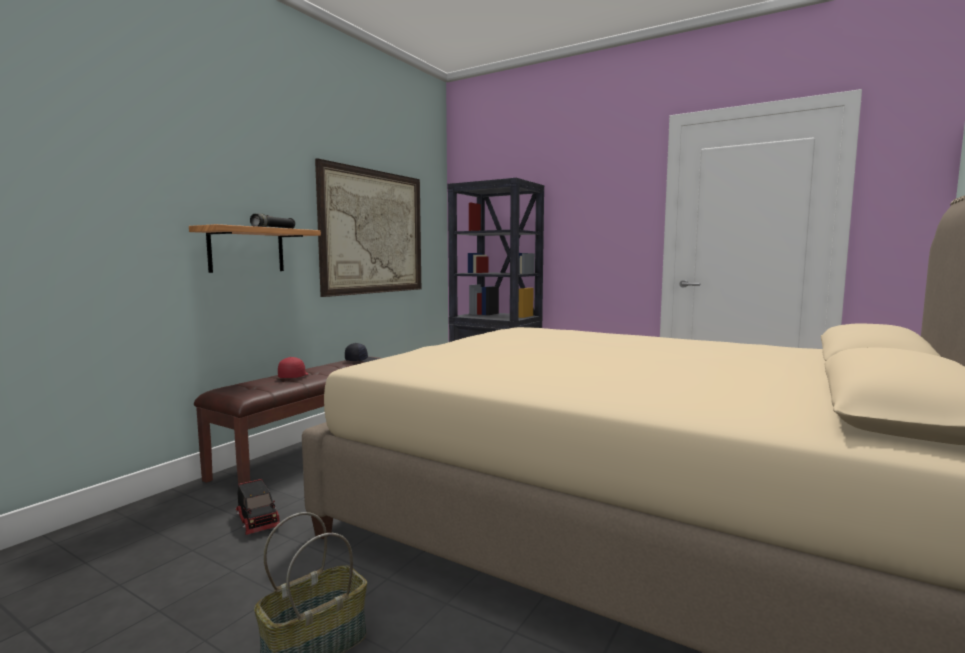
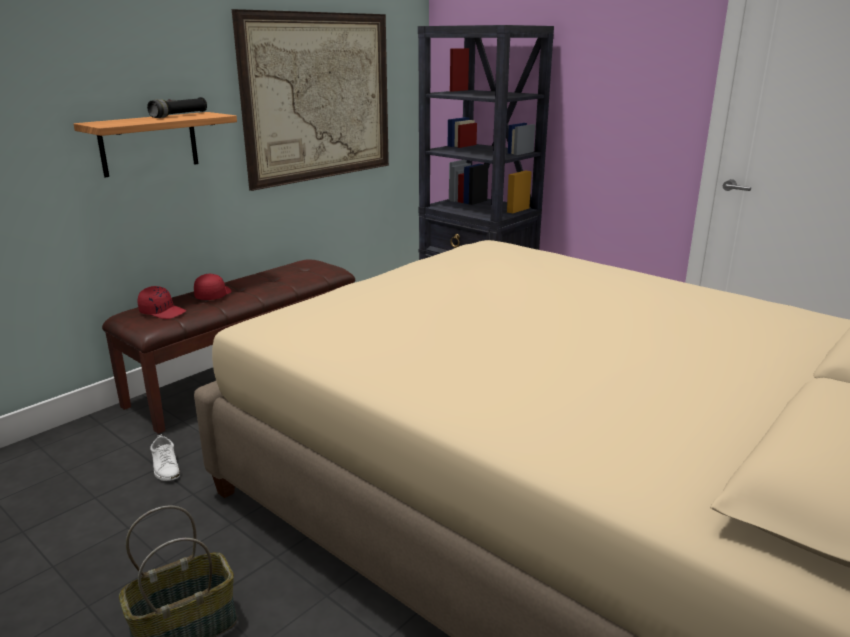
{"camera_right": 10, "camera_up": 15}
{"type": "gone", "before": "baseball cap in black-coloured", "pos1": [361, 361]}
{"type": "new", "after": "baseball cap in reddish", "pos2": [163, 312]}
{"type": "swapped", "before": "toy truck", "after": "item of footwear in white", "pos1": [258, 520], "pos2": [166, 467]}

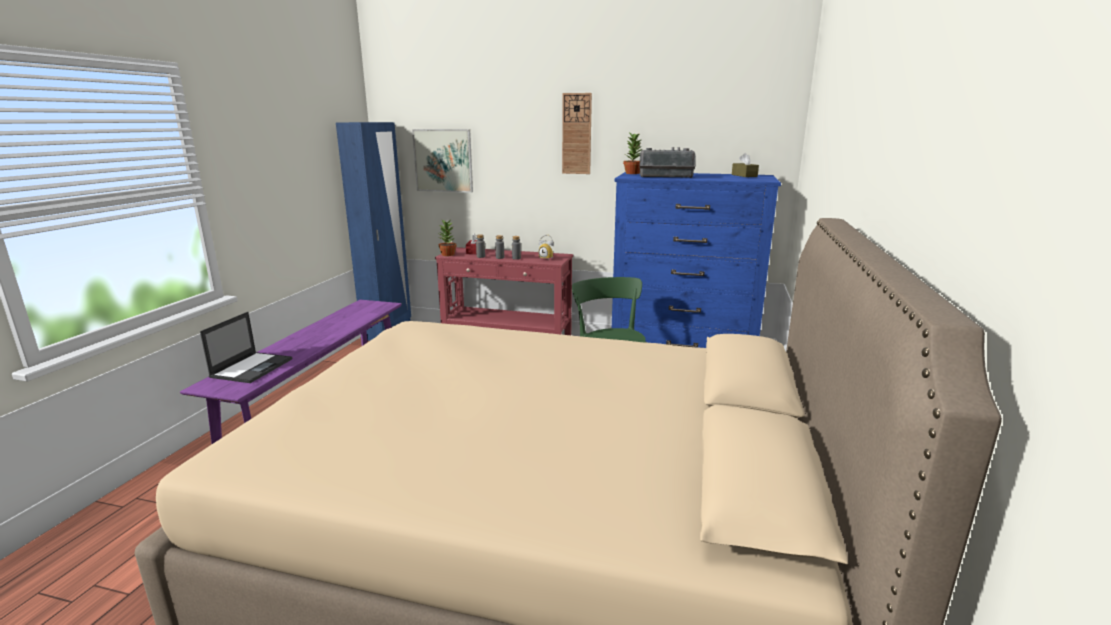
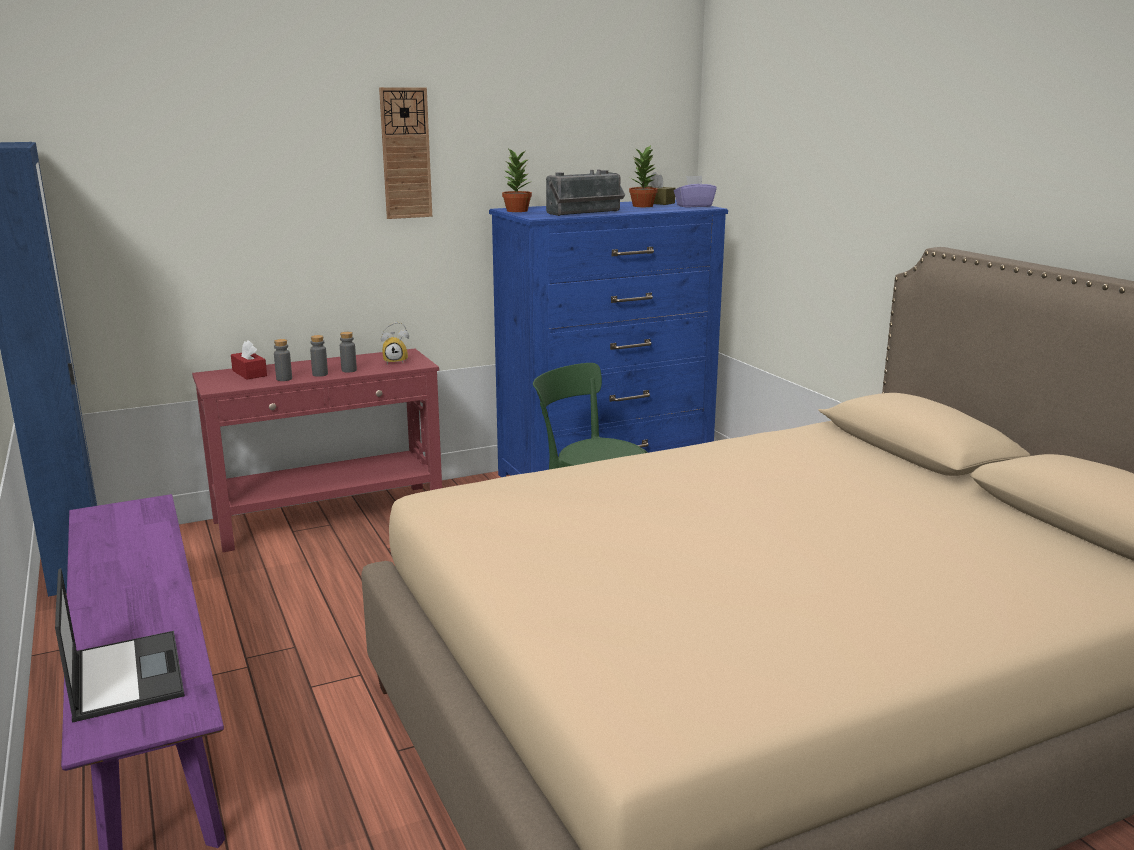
{"camera_right": -40, "camera_up": 0}
{"type": "gone", "before": "picture", "pos1": [443, 160]}
{"type": "new", "after": "tissue holder in purplish", "pos2": [694, 206]}
{"type": "shifted", "before": "plant in a pot", "pos1": [448, 254], "pos2": [643, 206]}

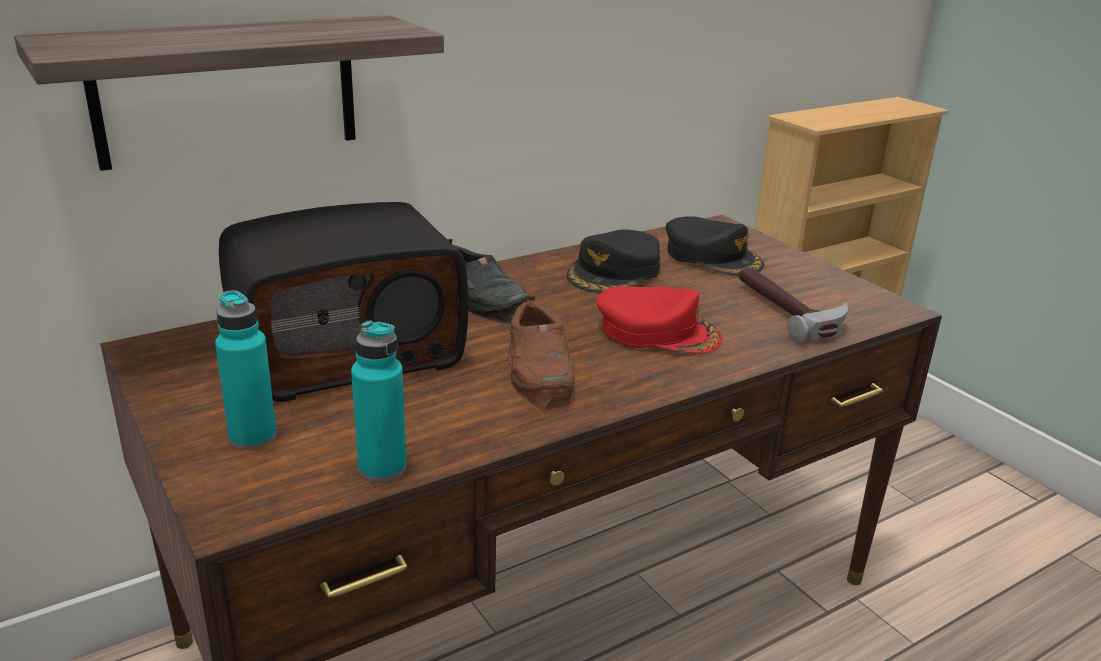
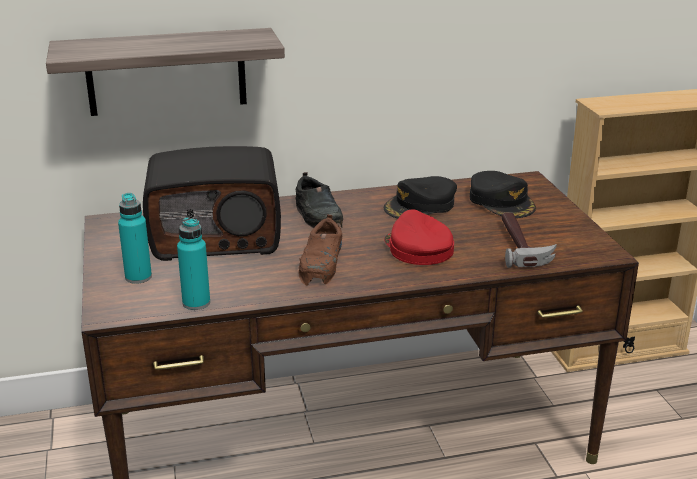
{"camera_right": 20, "camera_up": 0}
{"type": "rotated", "before": "baseball cap in reddish", "pos1": [658, 331], "pos2": [418, 248], "turn": -150}

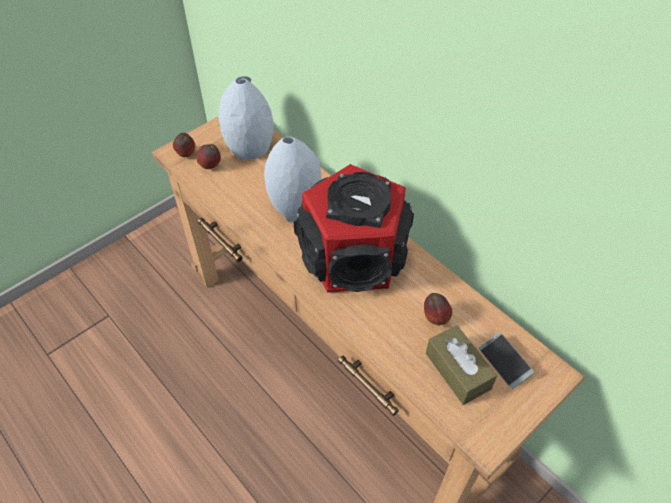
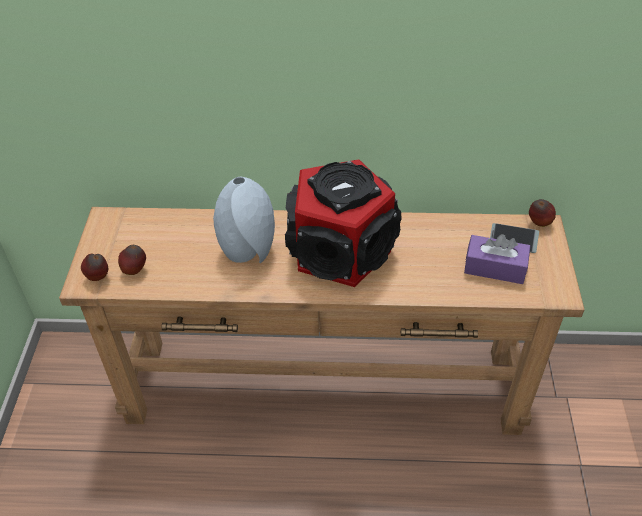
{"camera_right": -45, "camera_up": -5}
{"type": "gone", "before": "decorative vase in gray", "pos1": [248, 147]}
{"type": "shifted", "before": "apple fruit", "pos1": [435, 318], "pos2": [539, 223]}
{"type": "repainted", "before": "tissue holder in brown-coloured", "after": "tissue holder in purplish", "pos1": [457, 371], "pos2": [495, 268]}

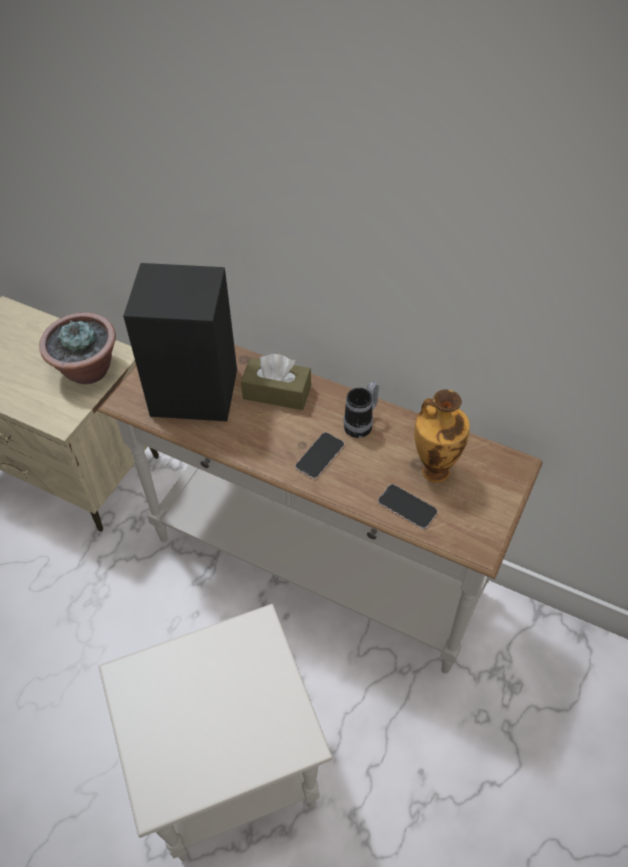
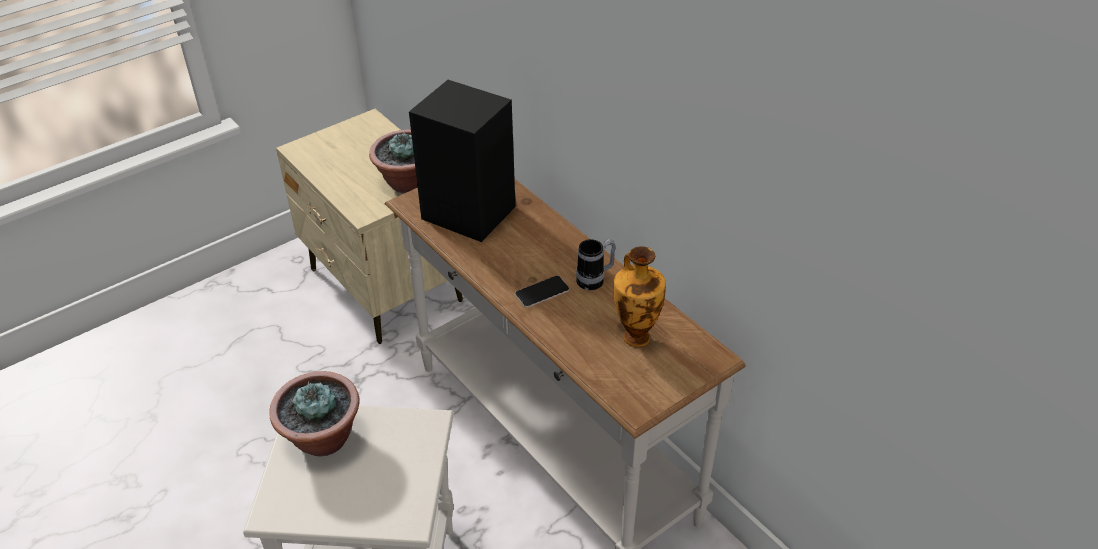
{"camera_right": 25, "camera_up": -10}
{"type": "gone", "before": "tissue holder in brown-coloured", "pos1": [277, 392]}
{"type": "gone", "before": "telephone", "pos1": [407, 507]}
{"type": "new", "after": "plant in a pot", "pos2": [322, 439]}

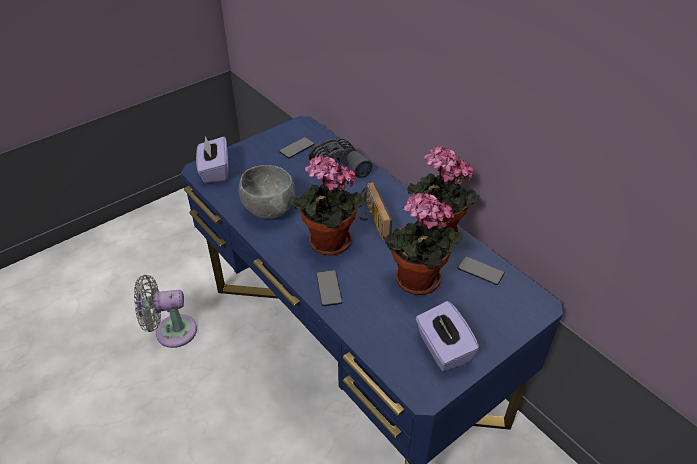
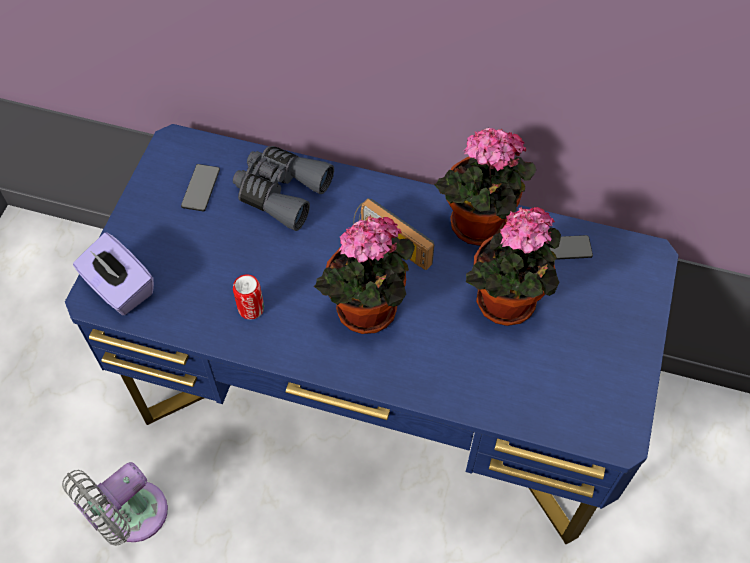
{"camera_right": -35, "camera_up": 15}
{"type": "gone", "before": "telephone", "pos1": [329, 288]}
{"type": "gone", "before": "tissue holder in purplish", "pos1": [443, 349]}
{"type": "swapped", "before": "bowl in gray", "after": "sealed can", "pos1": [269, 211], "pos2": [251, 308]}

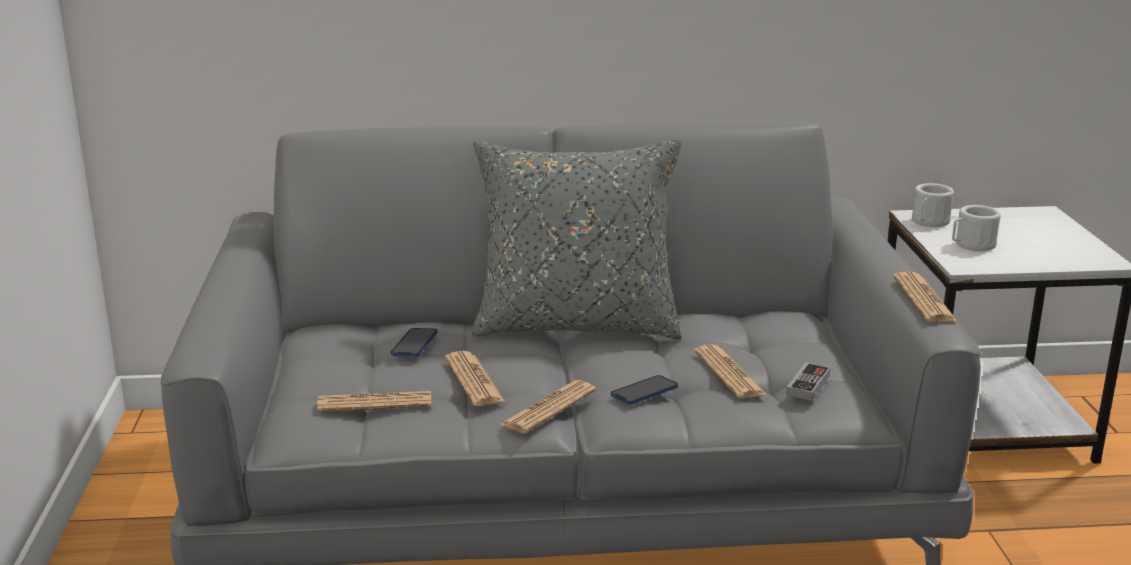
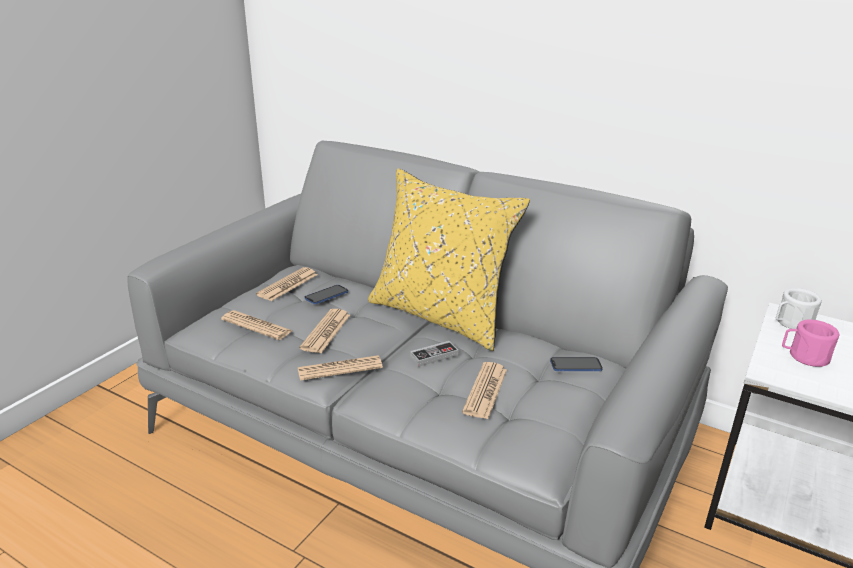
{"camera_right": 35, "camera_up": 5}
{"type": "shifted", "before": "telephone", "pos1": [644, 392], "pos2": [575, 365]}
{"type": "shifted", "before": "game controller", "pos1": [808, 385], "pos2": [434, 356]}
{"type": "shifted", "before": "daily paper", "pos1": [923, 299], "pos2": [287, 285]}
{"type": "repainted", "before": "throw pillow in gray", "after": "throw pillow in yellow-coloured", "pos1": [576, 324], "pos2": [441, 315]}
{"type": "repainted", "before": "tea mug in white", "after": "tea mug in pinkish", "pos1": [971, 245], "pos2": [804, 356]}

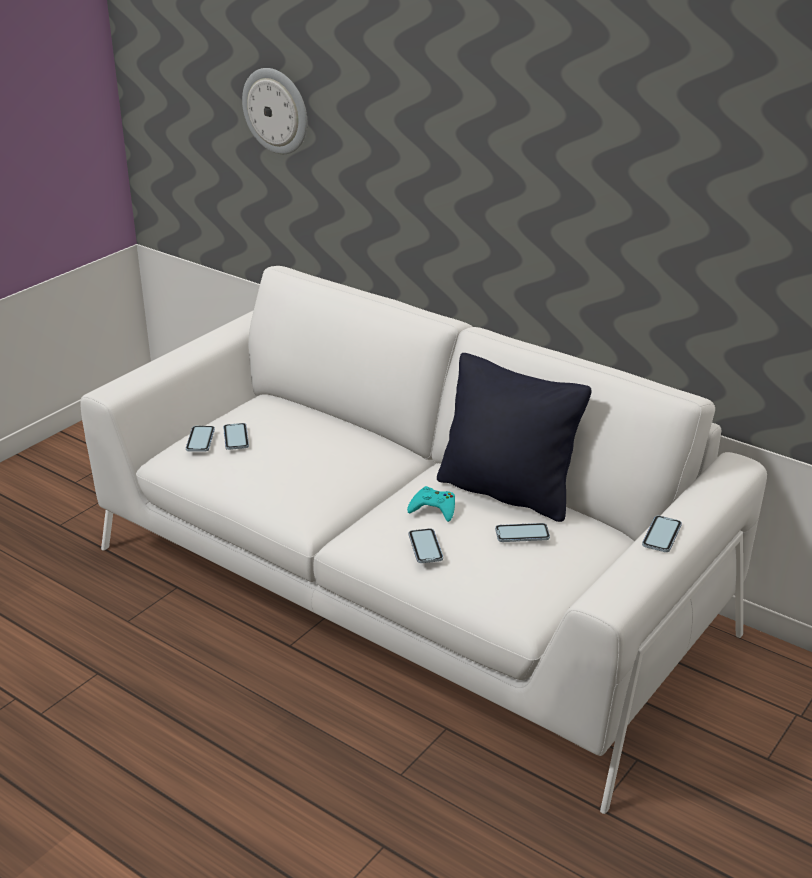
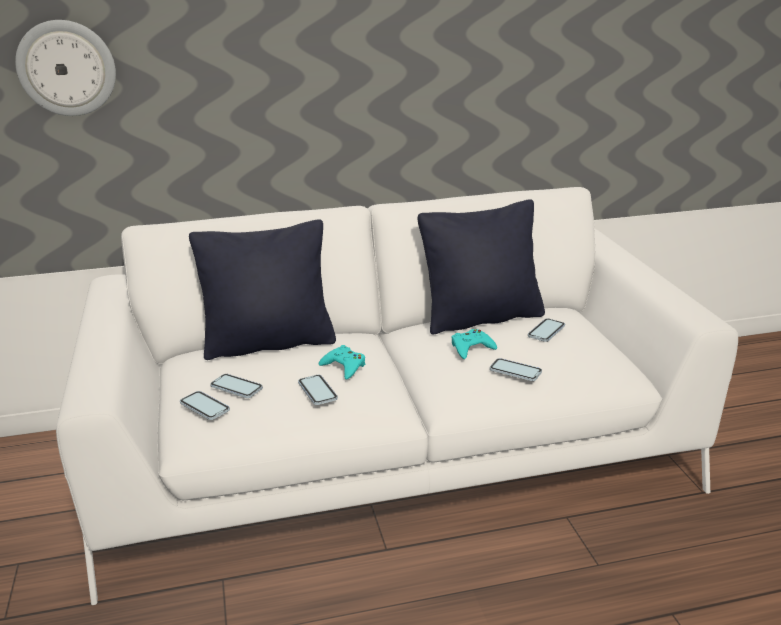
{"camera_right": -50, "camera_up": -5}
{"type": "new", "after": "throw pillow in black-coloured", "pos2": [269, 344]}
{"type": "new", "after": "game controller in turquoise", "pos2": [344, 366]}
{"type": "shifted", "before": "telephone", "pos1": [661, 535], "pos2": [317, 391]}

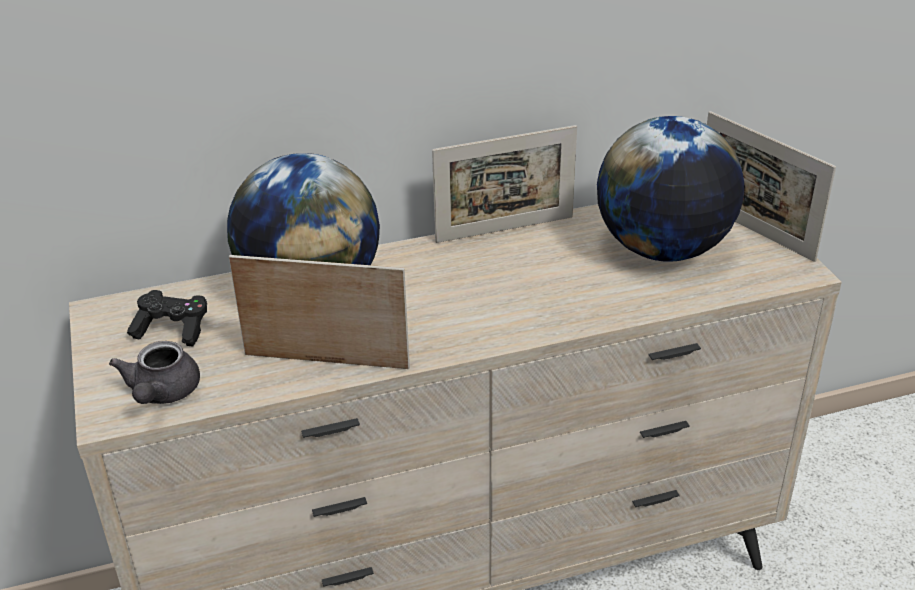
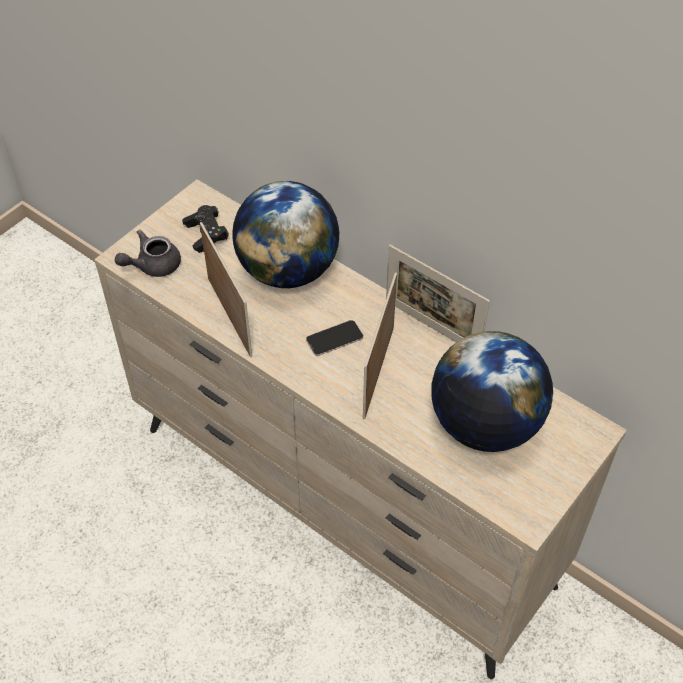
{"camera_right": 55, "camera_up": 15}
{"type": "new", "after": "telephone", "pos2": [334, 338]}
{"type": "shifted", "before": "photo frame", "pos1": [753, 230], "pos2": [378, 372]}

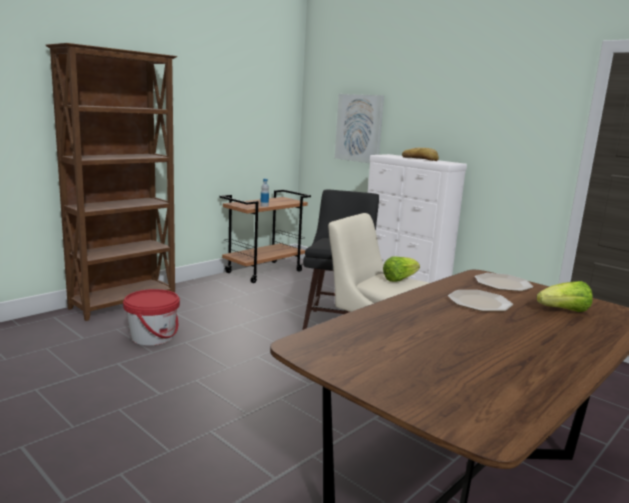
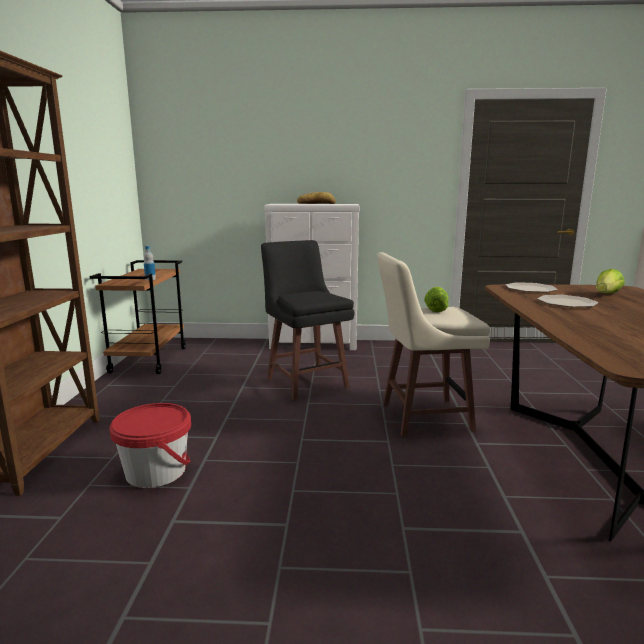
{"camera_right": -40, "camera_up": 0}
{"type": "gone", "before": "picture", "pos1": [359, 128]}

